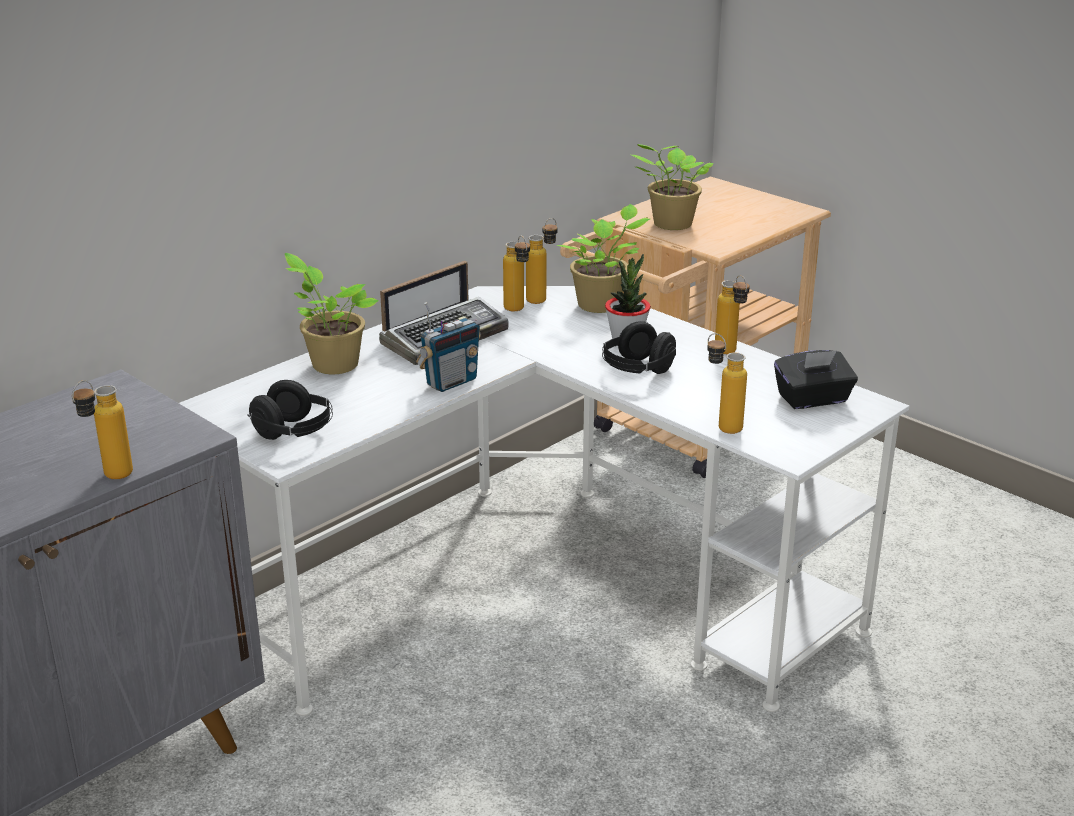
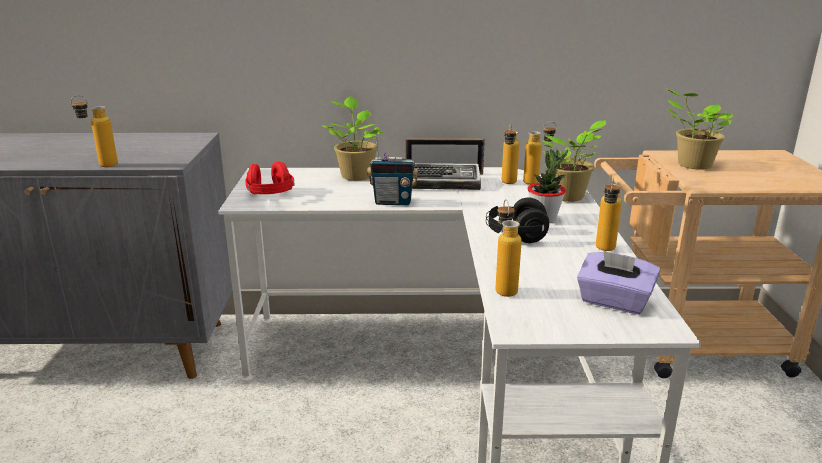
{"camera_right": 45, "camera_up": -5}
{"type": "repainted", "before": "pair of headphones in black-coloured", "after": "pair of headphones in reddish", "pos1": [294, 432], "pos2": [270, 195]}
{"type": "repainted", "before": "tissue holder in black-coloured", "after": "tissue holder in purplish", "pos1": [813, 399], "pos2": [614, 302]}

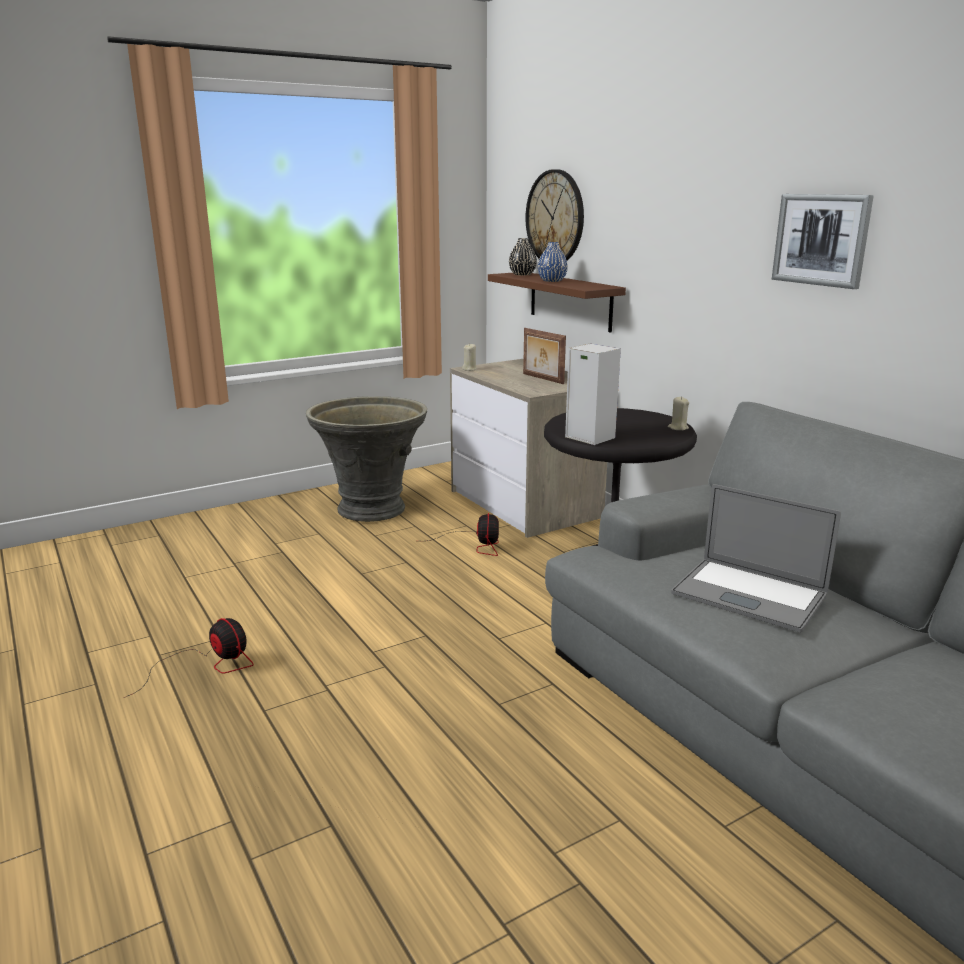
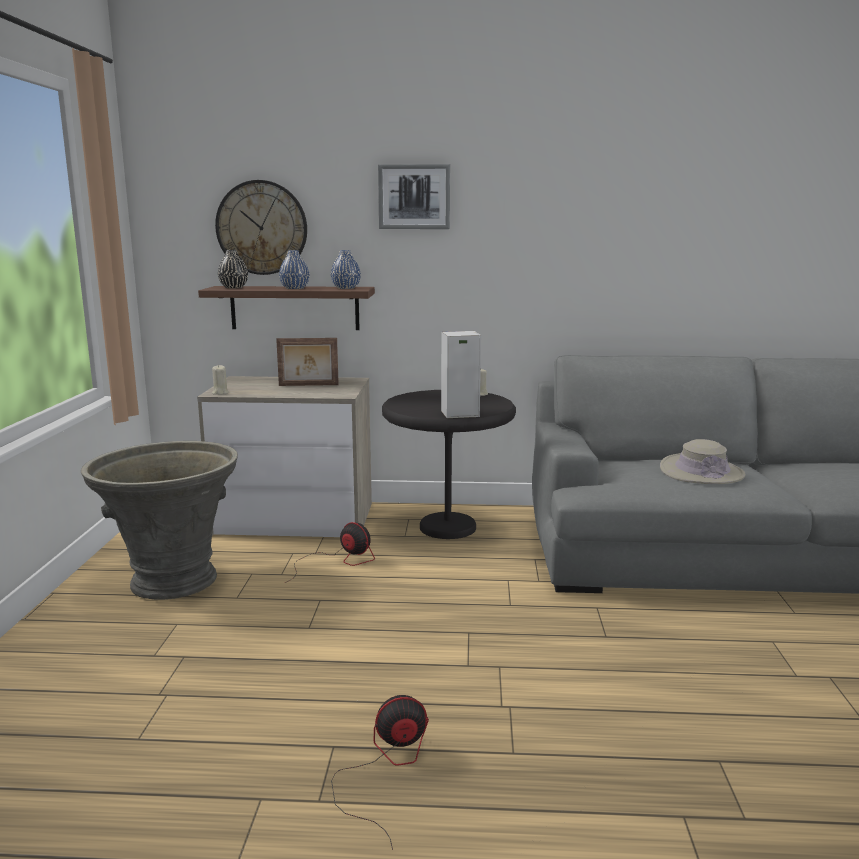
{"camera_right": -55, "camera_up": -5}
{"type": "new", "after": "decorative vase in blue", "pos2": [346, 288]}
{"type": "shifted", "before": "picture", "pos1": [821, 239], "pos2": [414, 197]}
{"type": "swapped", "before": "notebook computer", "after": "wearable hat in sand-coloured", "pos1": [748, 594], "pos2": [701, 472]}

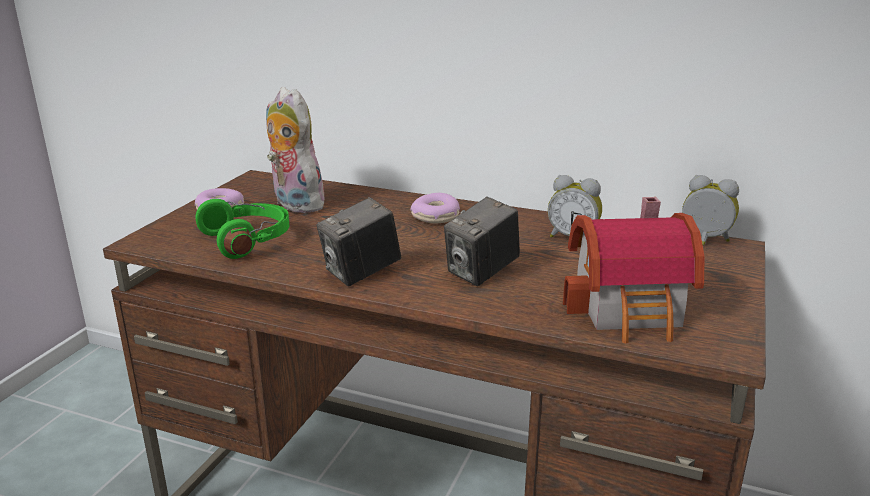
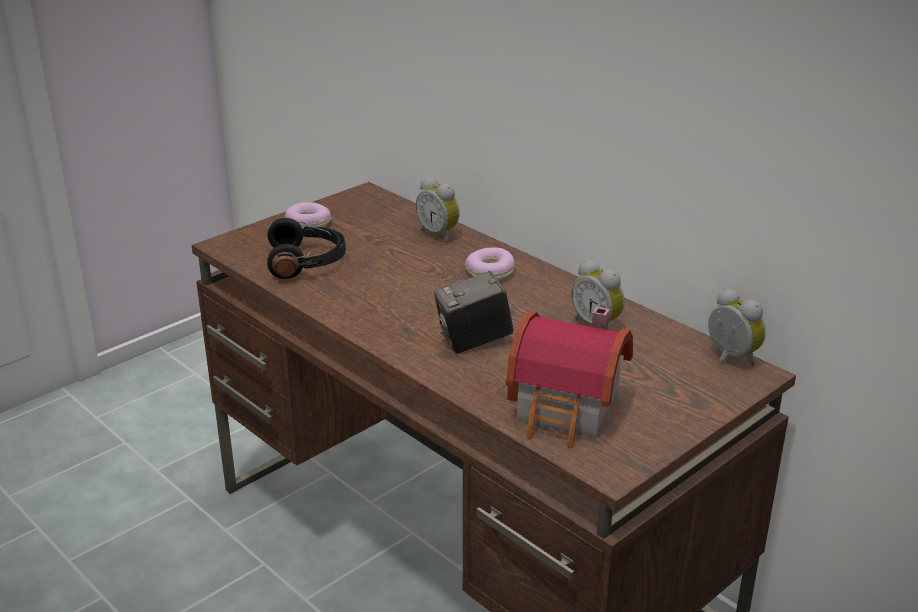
{"camera_right": 25, "camera_up": 5}
{"type": "gone", "before": "plush toy", "pos1": [294, 204]}
{"type": "gone", "before": "photo camera", "pos1": [361, 273]}
{"type": "new", "after": "table clock", "pos2": [439, 234]}
{"type": "repainted", "before": "pair of headphones in green", "after": "pair of headphones in black-coloured", "pos1": [248, 240], "pos2": [307, 262]}

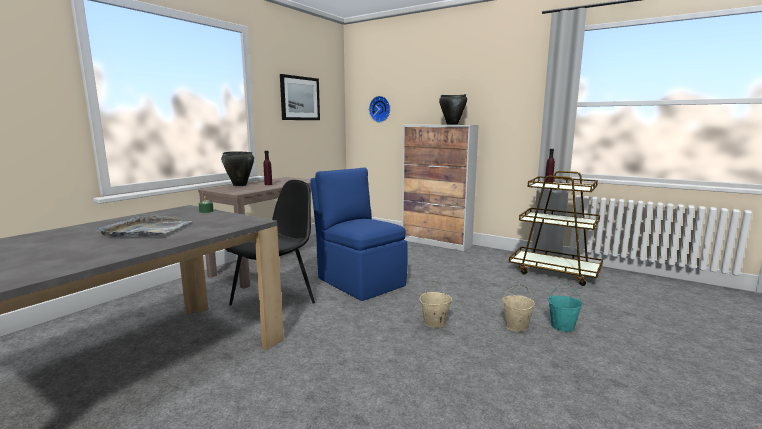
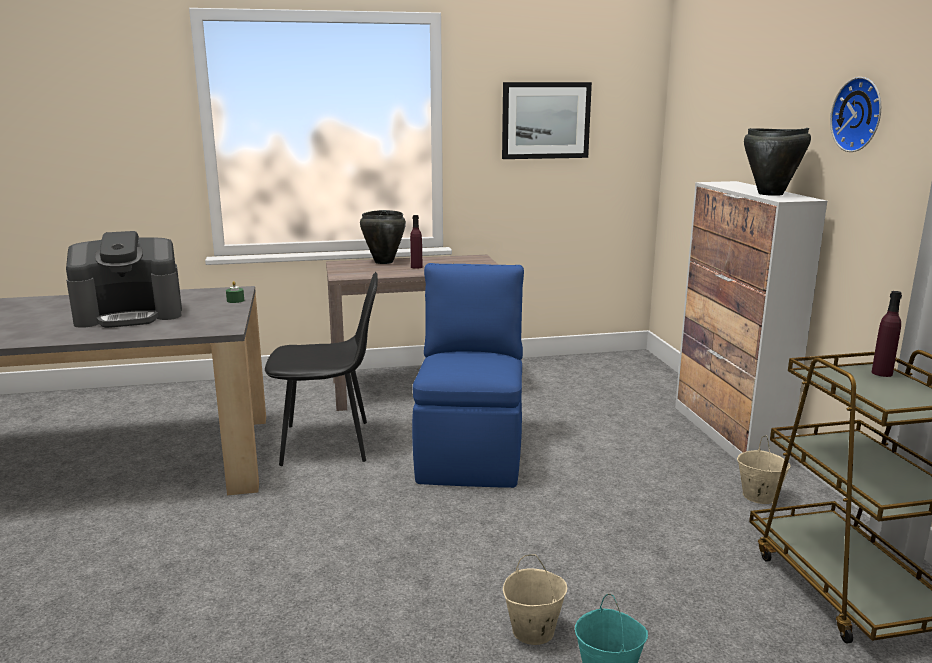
{"camera_right": 45, "camera_up": 5}
{"type": "shifted", "before": "wall clock", "pos1": [380, 109], "pos2": [860, 114]}
{"type": "shifted", "before": "bucket in sand-coloured", "pos1": [434, 322], "pos2": [758, 496]}
{"type": "swapped", "before": "tray in gray", "after": "coffee brewer", "pos1": [147, 230], "pos2": [130, 315]}

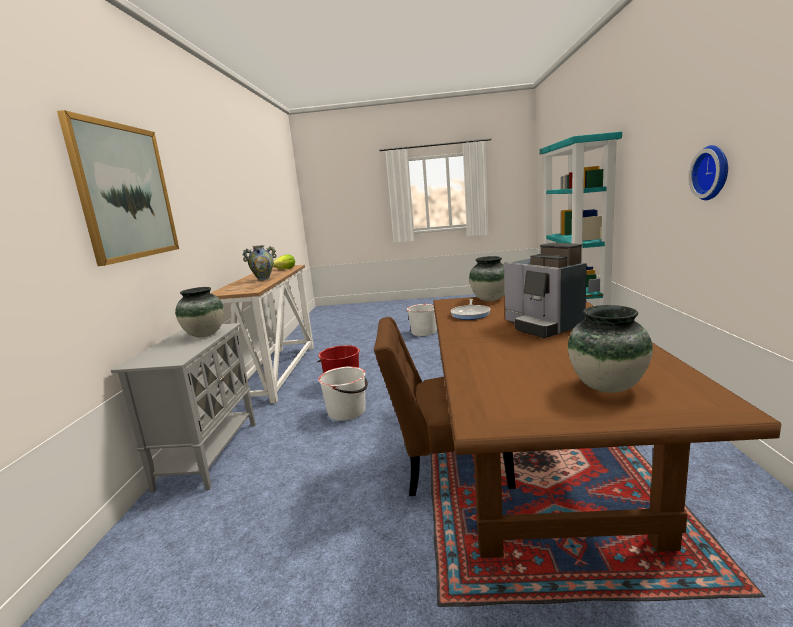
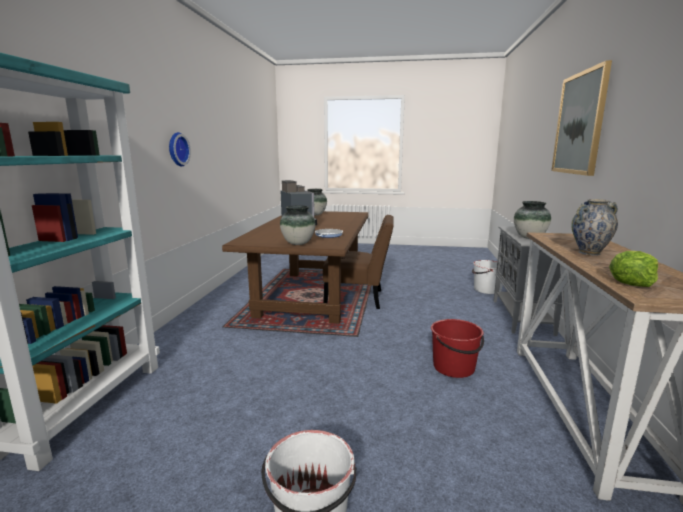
{"camera_right": -175, "camera_up": 0}
{"type": "shifted", "before": "bucket in white", "pos1": [347, 411], "pos2": [486, 290]}

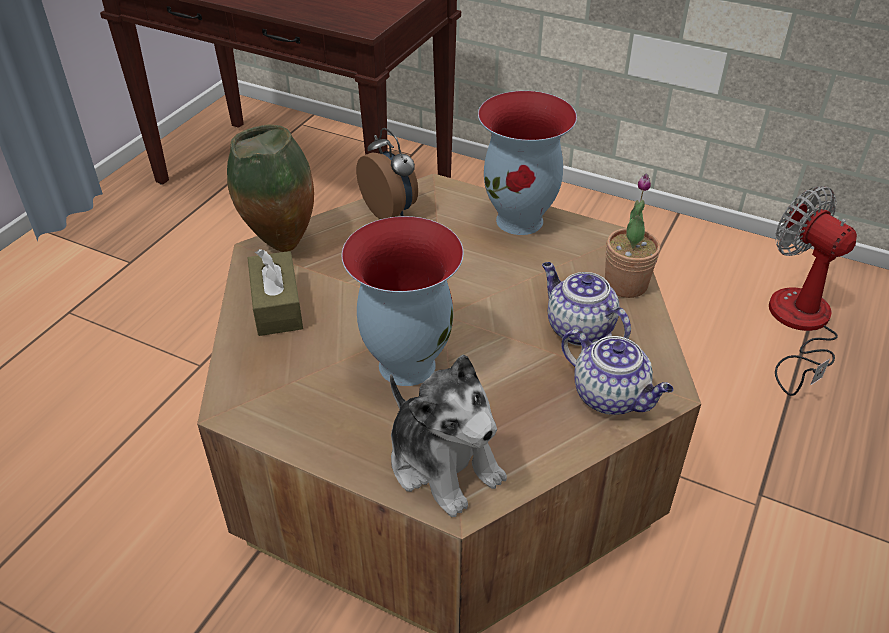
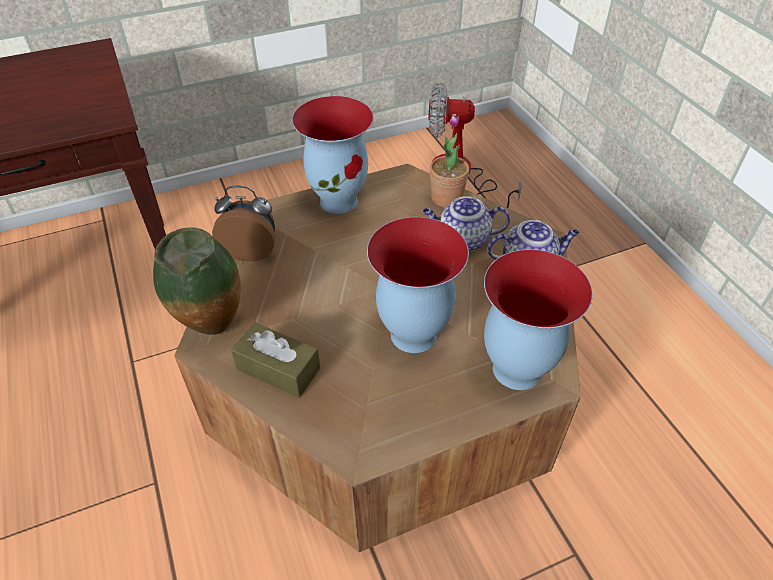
{"camera_right": -50, "camera_up": 5}
{"type": "swapped", "before": "plush toy", "after": "decorative vase", "pos1": [443, 463], "pos2": [515, 368]}

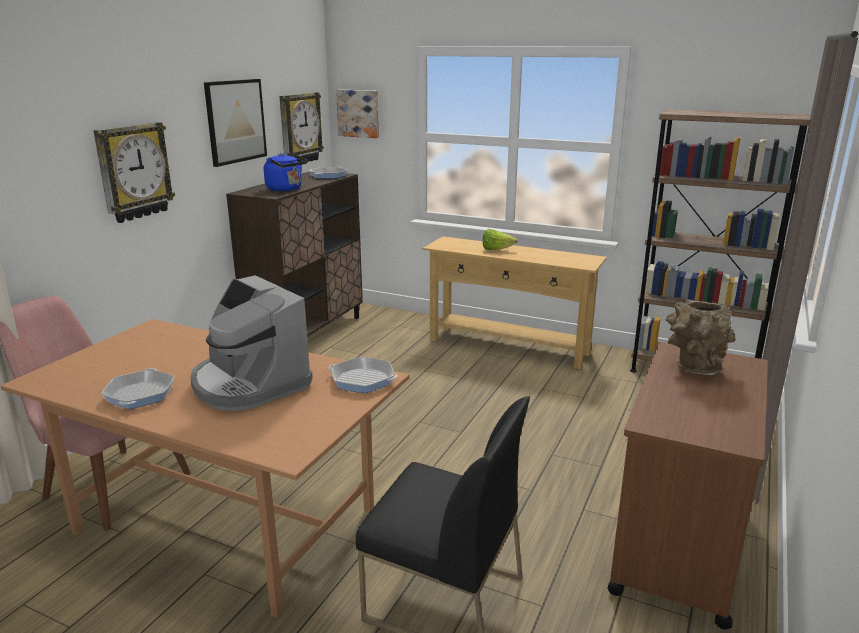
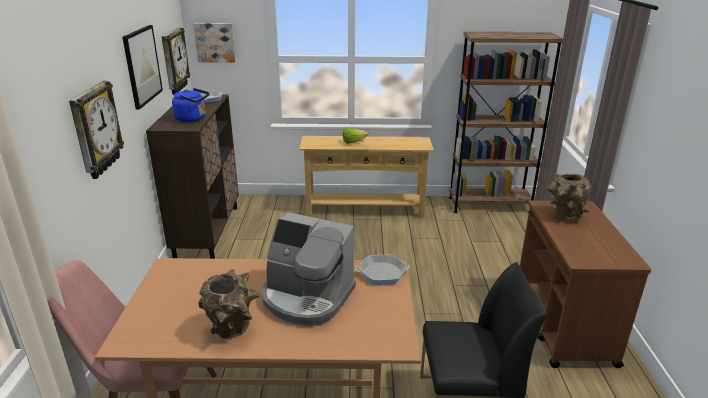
{"camera_right": -25, "camera_up": 5}
{"type": "swapped", "before": "skillet", "after": "decorative vase in brown-coloured", "pos1": [140, 394], "pos2": [232, 330]}

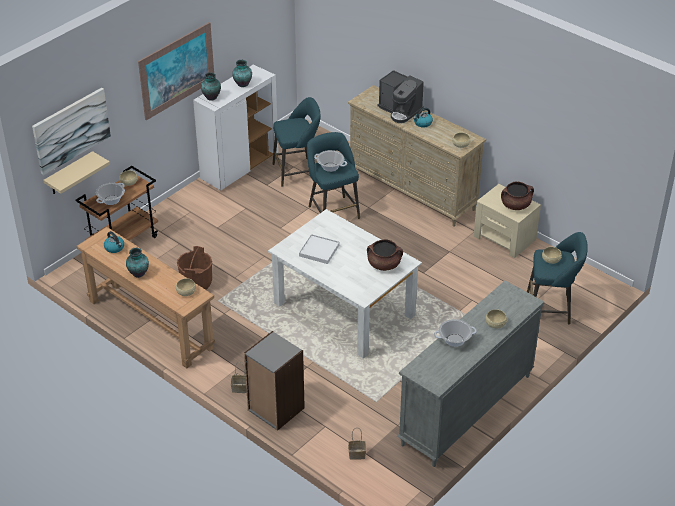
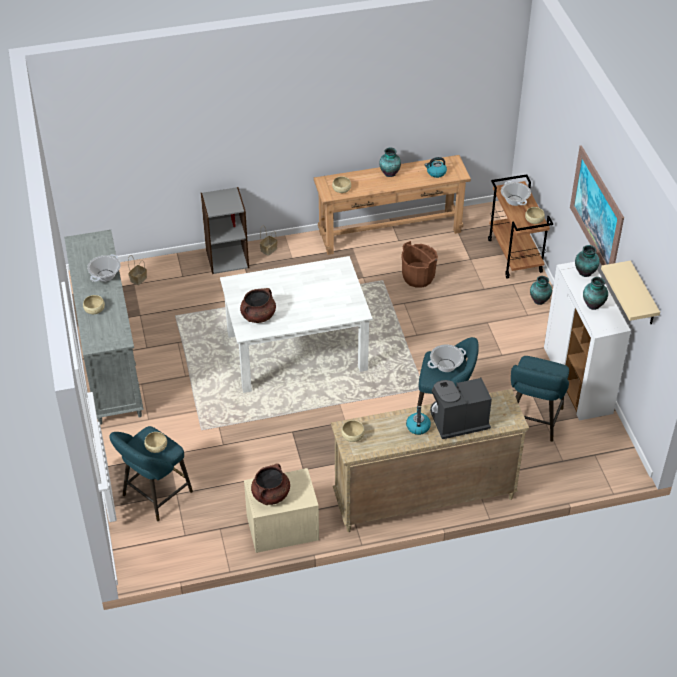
{"camera_right": 125, "camera_up": 5}
{"type": "gone", "before": "picture", "pos1": [71, 130]}
{"type": "gone", "before": "tray in white", "pos1": [319, 250]}
{"type": "new", "after": "decorative vase", "pos2": [539, 300]}
{"type": "shifted", "before": "bracket shelf in sand-coloured", "pos1": [69, 174], "pos2": [643, 295]}

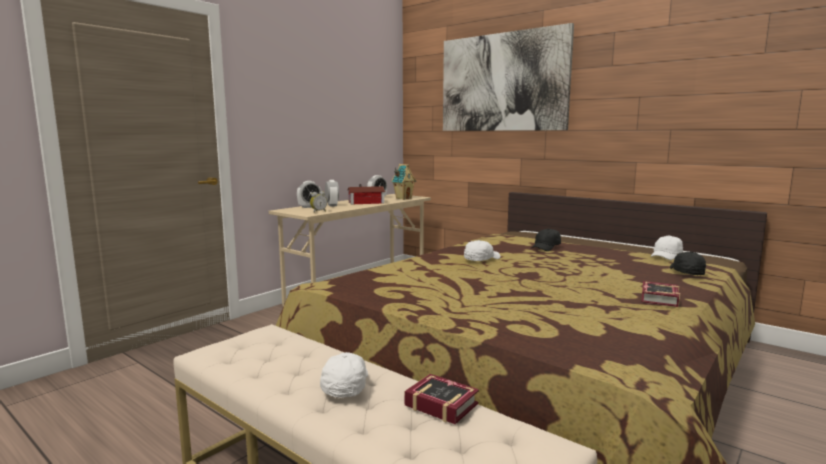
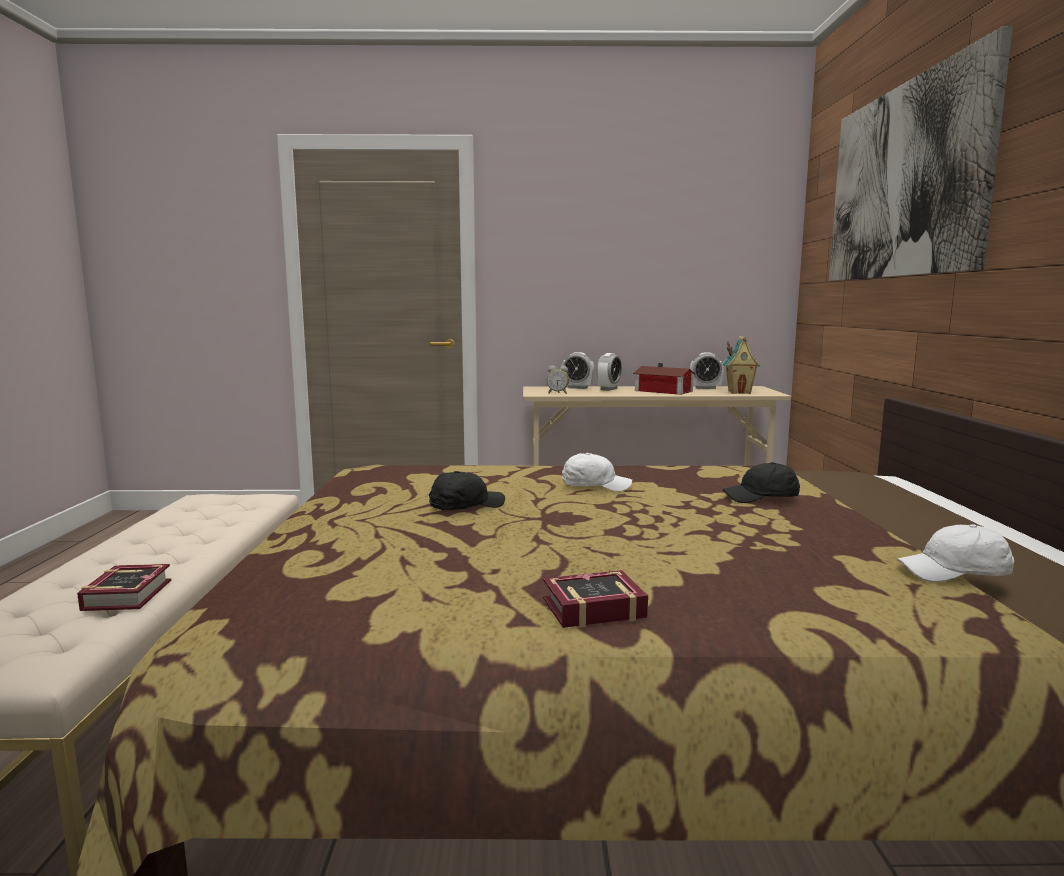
{"camera_right": 50, "camera_up": 0}
{"type": "gone", "before": "baseball cap in white", "pos1": [345, 385]}
{"type": "shifted", "before": "baseball cap in black-coloured", "pos1": [686, 272], "pos2": [465, 507]}

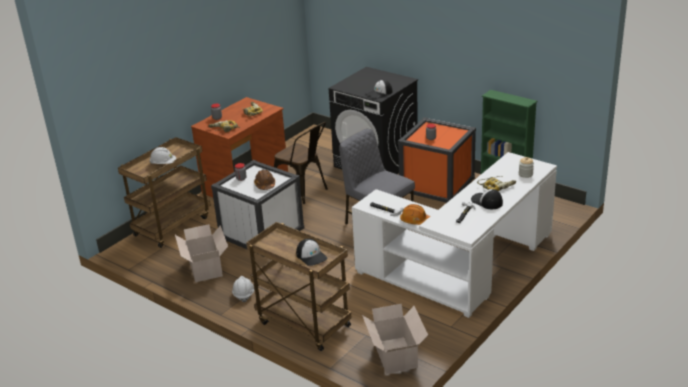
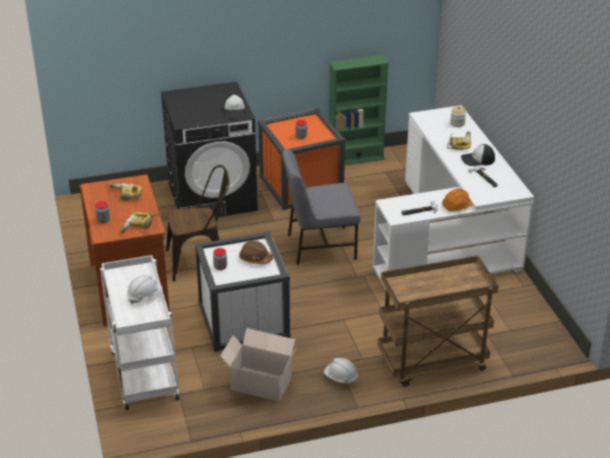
{"camera_right": -55, "camera_up": 5}
{"type": "gone", "before": "baseball cap", "pos1": [311, 256]}
{"type": "gone", "before": "cardboard box", "pos1": [395, 356]}
{"type": "repainted", "before": "wheeled cart in brown-coloured", "after": "wheeled cart in white", "pos1": [172, 225], "pos2": [143, 373]}

